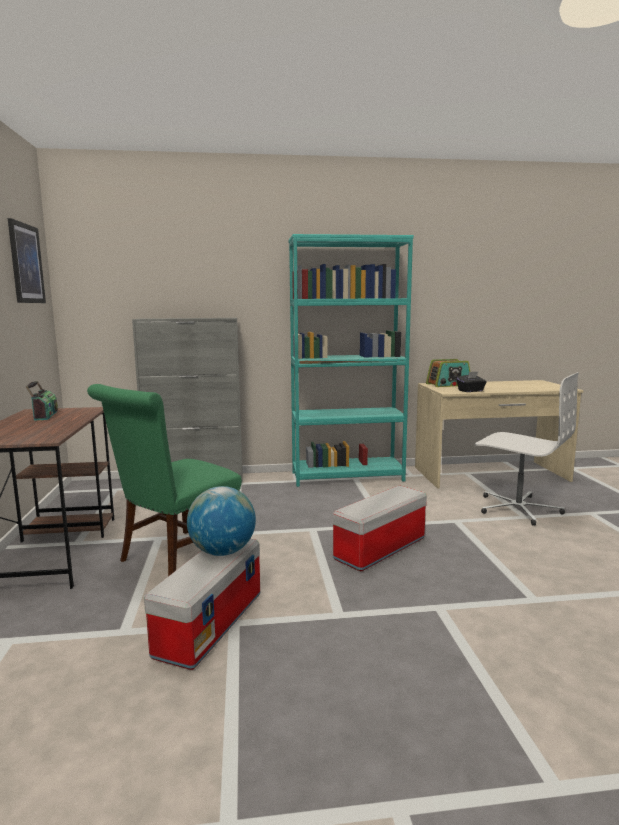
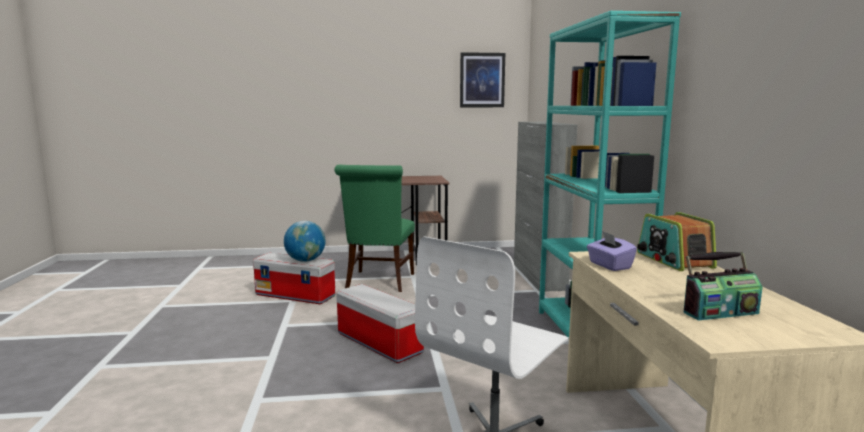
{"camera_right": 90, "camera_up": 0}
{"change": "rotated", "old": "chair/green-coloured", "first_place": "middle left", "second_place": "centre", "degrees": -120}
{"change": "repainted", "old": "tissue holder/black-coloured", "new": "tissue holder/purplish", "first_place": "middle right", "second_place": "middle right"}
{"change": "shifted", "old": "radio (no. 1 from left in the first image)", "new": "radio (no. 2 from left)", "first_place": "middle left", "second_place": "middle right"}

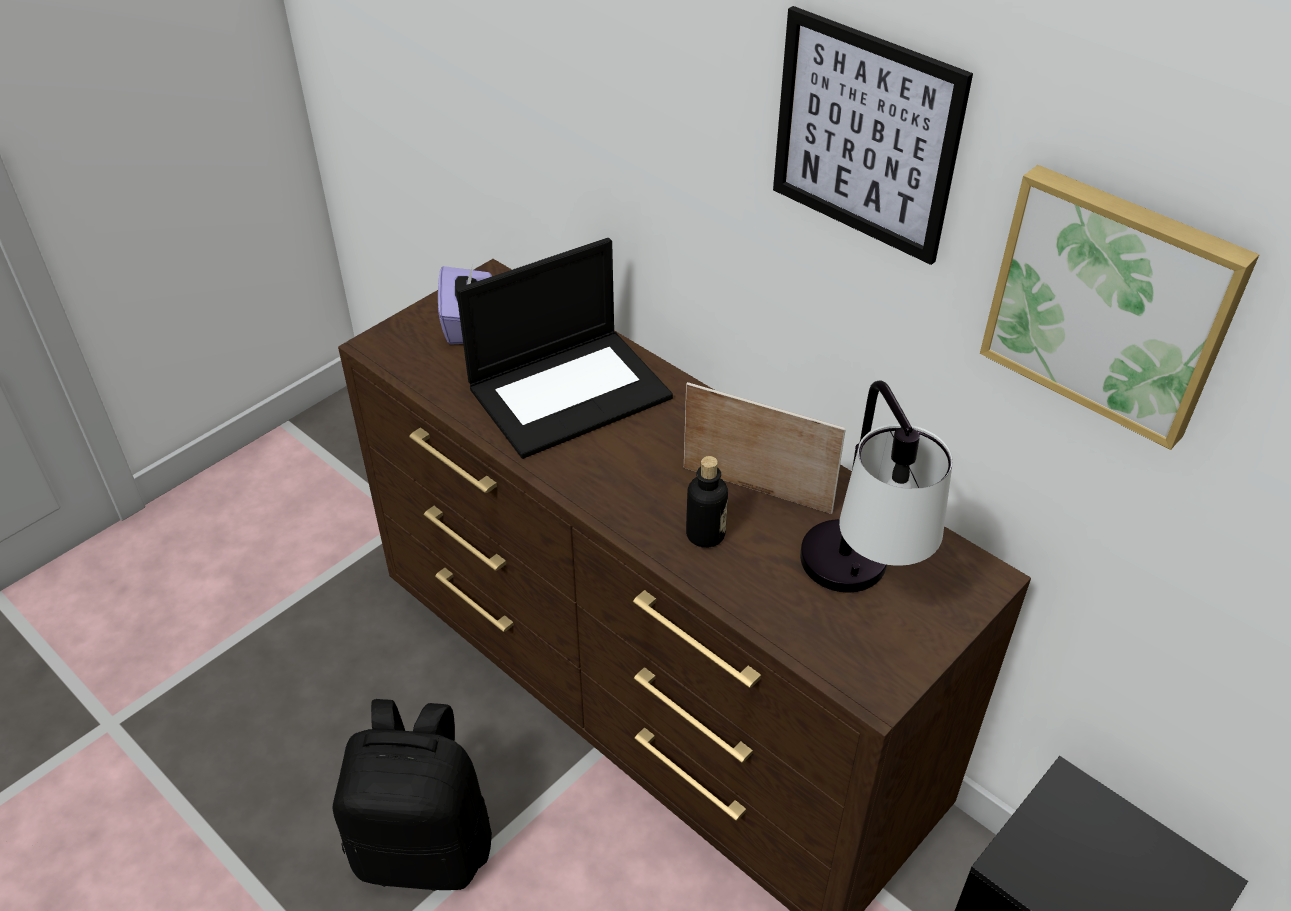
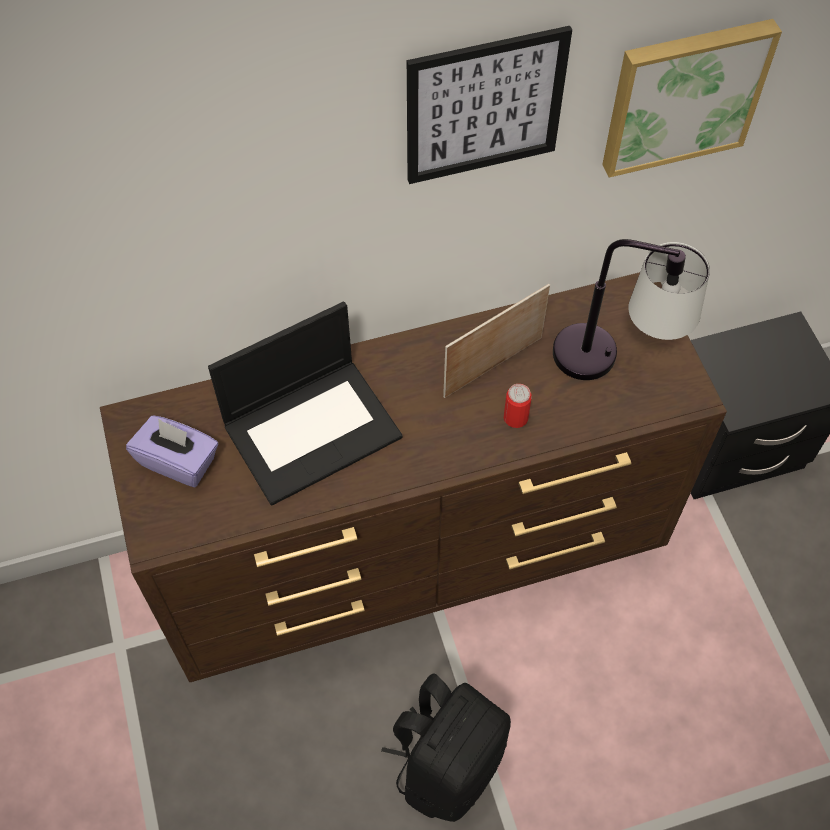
{"camera_right": -60, "camera_up": 15}
{"change": "rotated", "old": "notebook computer", "first_place": "centre", "second_place": "centre", "degrees": 60}
{"change": "swapped", "old": "beverage bottle", "new": "can", "first_place": "centre", "second_place": "centre"}

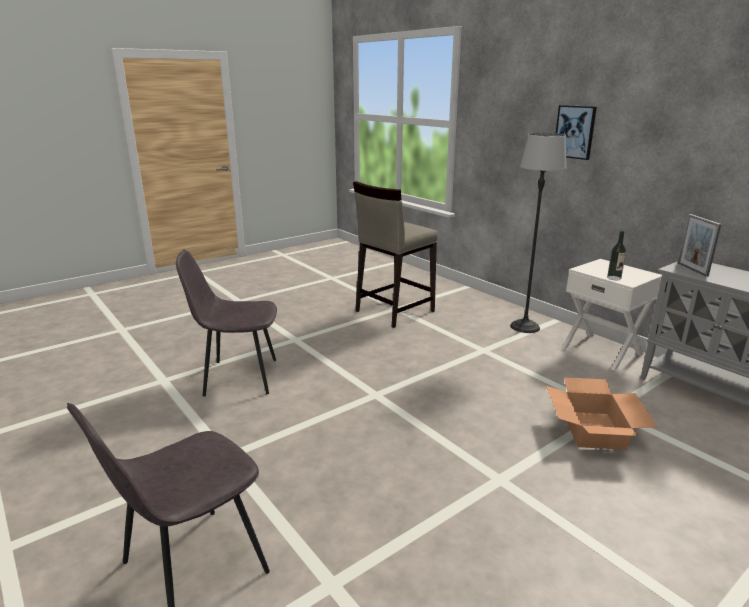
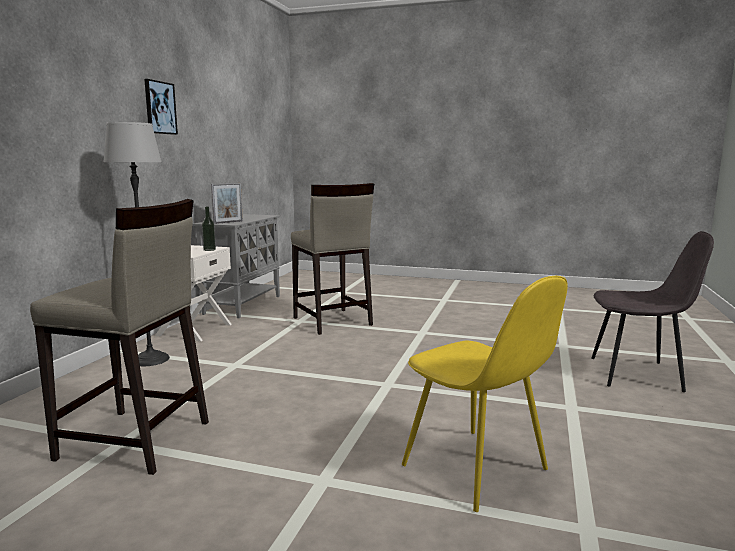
{"camera_right": -125, "camera_up": -10}
{"change": "shifted", "old": "wall picture", "first_place": "top right", "second_place": "top left"}
{"change": "swapped", "old": "cardboard box", "new": "stool/beige (no. 2 from left)", "first_place": "bottom right", "second_place": "centre"}
{"change": "repainted", "old": "chair/gray (no. 2 from left)", "new": "chair/yellow-coloured", "first_place": "middle left", "second_place": "bottom centre"}

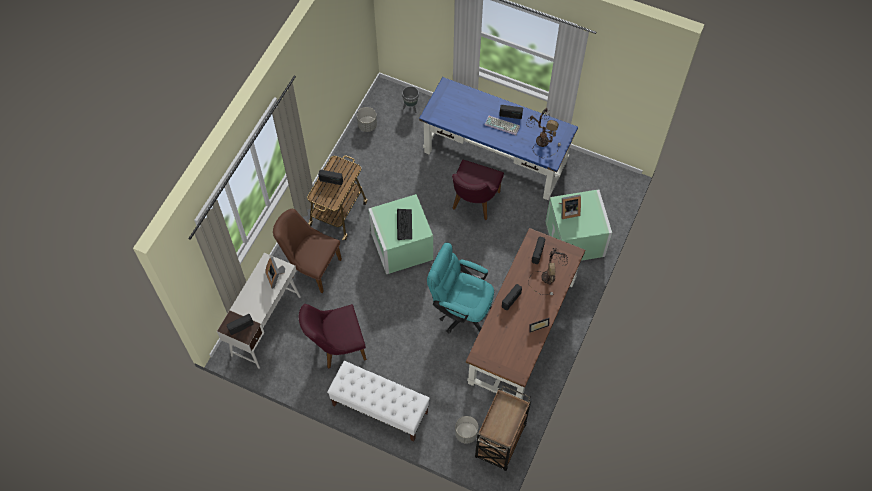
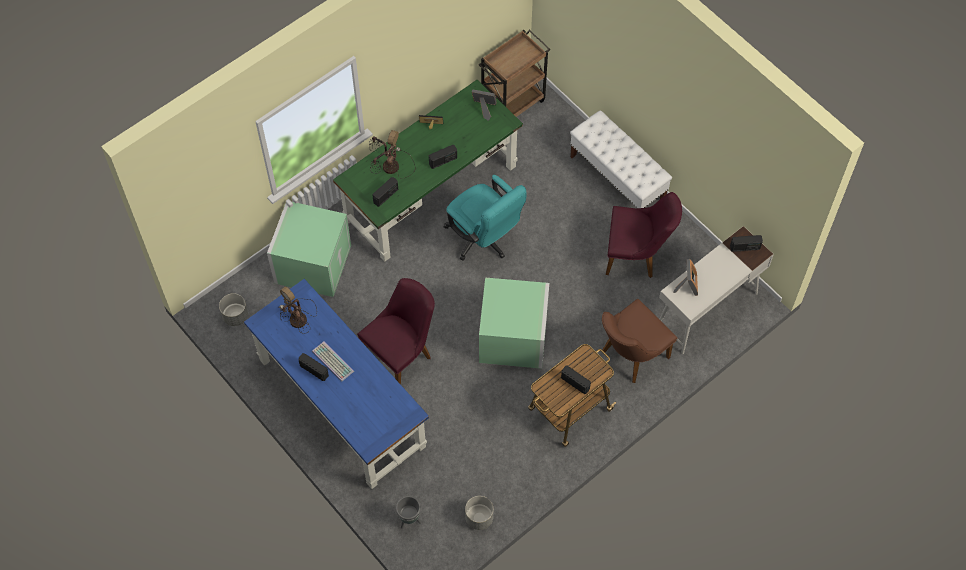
{"camera_right": -155, "camera_up": 0}
{"change": "shifted", "old": "planter/gray (no. 3 from left in the first image)", "new": "planter/gray (no. 1 from left)", "first_place": "bottom centre", "second_place": "middle left"}
{"change": "repainted", "old": "desk unit/brown", "new": "desk unit/green-coloured", "first_place": "centre", "second_place": "top centre"}
{"change": "shifted", "old": "standing frame (no. 3 from left in the first image)", "new": "standing frame (no. 2 from left)", "first_place": "centre", "second_place": "top centre"}
{"change": "rotated", "old": "chair/brown", "first_place": "centre", "second_place": "centre", "degrees": 90}
{"change": "gone", "old": "PC keyboard (no. 1 from left)", "first_place": "centre"}

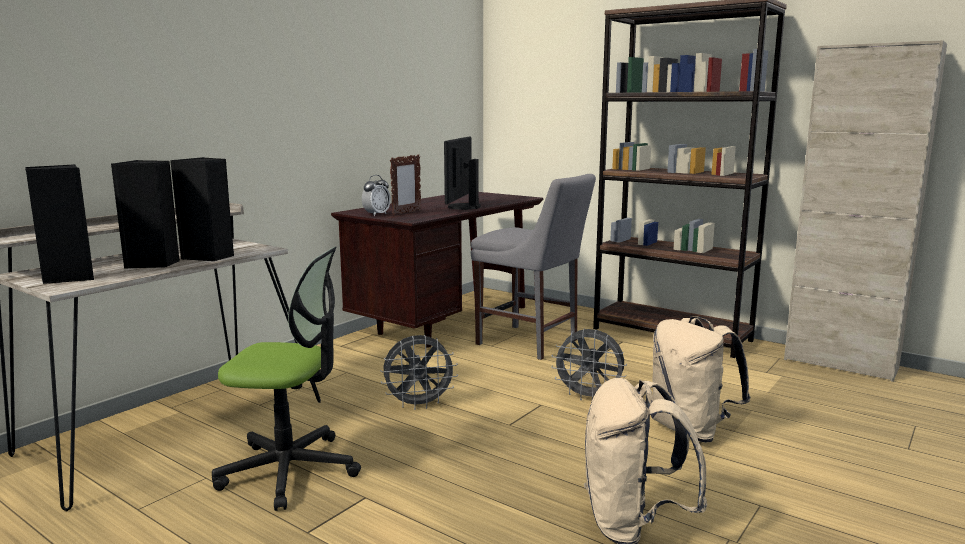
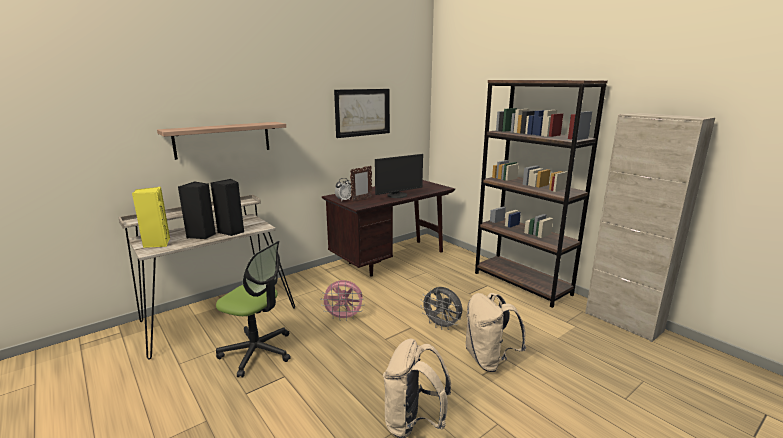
{"camera_right": 15, "camera_up": 5}
{"change": "repainted", "old": "audio speaker/black-coloured (no. 1 from left)", "new": "audio speaker/yellow-coloured", "first_place": "middle left", "second_place": "middle left"}
{"change": "new", "new": "bracket shelf", "second_place": "top left"}
{"change": "repainted", "old": "fan/gray (no. 1 from left)", "new": "fan/pinkish", "first_place": "bottom centre", "second_place": "bottom centre"}
{"change": "new", "new": "wall picture", "second_place": "top centre"}
{"change": "rotated", "old": "computer display", "first_place": "top centre", "second_place": "centre", "degrees": -150}
{"change": "gone", "old": "chair/gray", "first_place": "centre"}

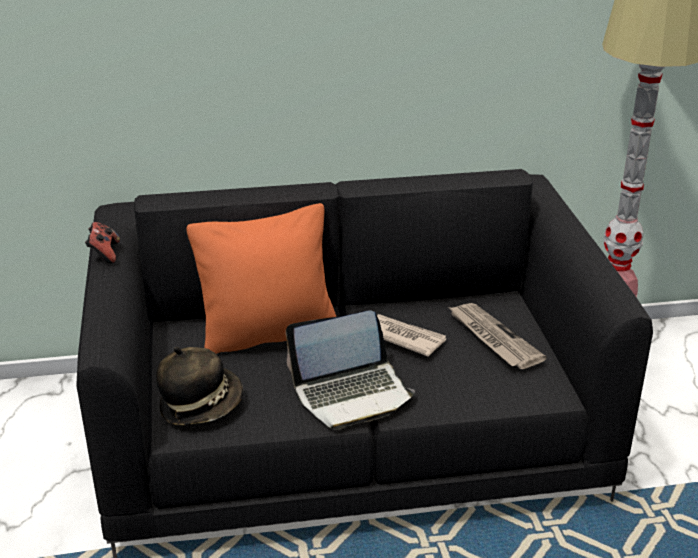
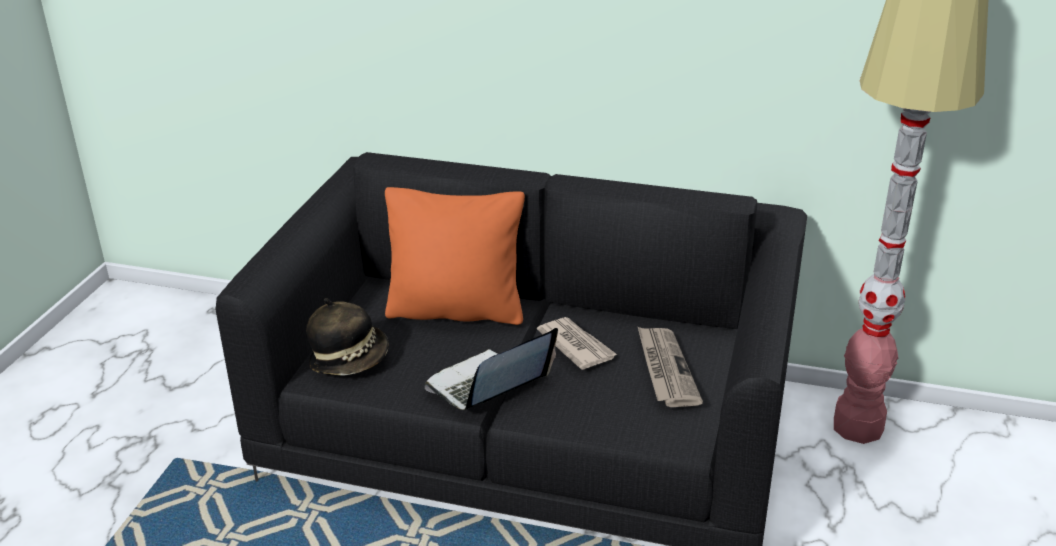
{"camera_right": 25, "camera_up": 0}
{"change": "rotated", "old": "notebook computer", "first_place": "centre", "second_place": "bottom centre", "degrees": 135}
{"change": "gone", "old": "game controller", "first_place": "middle left"}

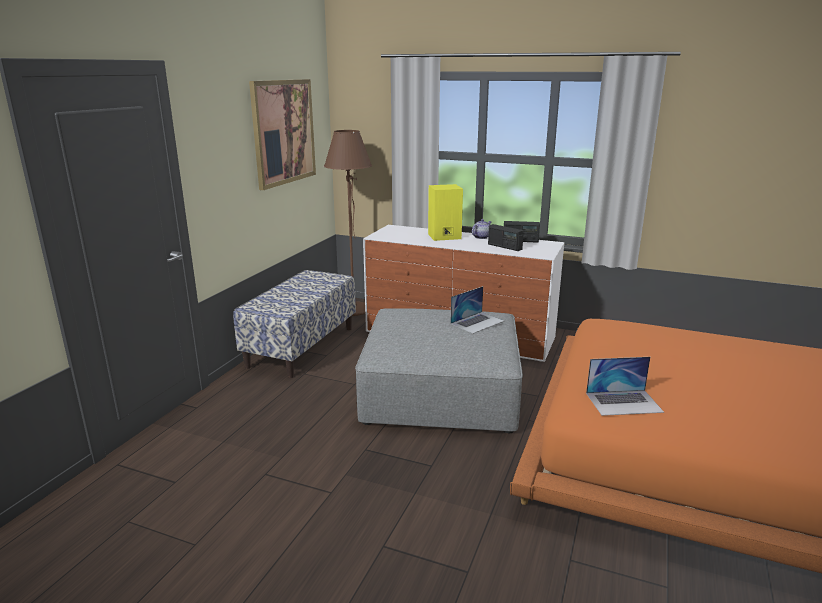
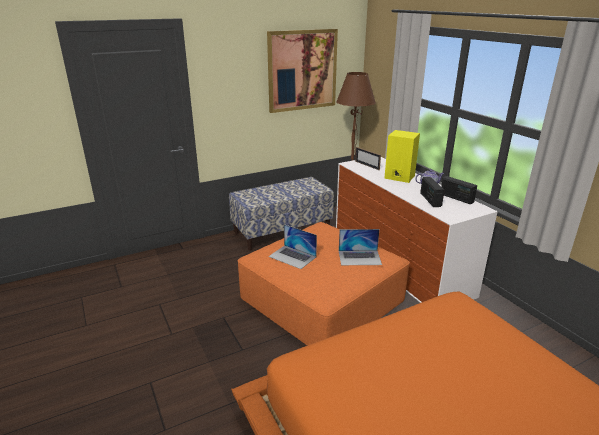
{"camera_right": 40, "camera_up": 5}
{"change": "repainted", "old": "footrest/gray", "new": "footrest/orangey", "first_place": "centre", "second_place": "centre"}
{"change": "shifted", "old": "notebook computer (no. 2 from left in the first image)", "new": "notebook computer (no. 1 from left)", "first_place": "middle right", "second_place": "centre"}
{"change": "new", "new": "standing frame", "second_place": "centre"}

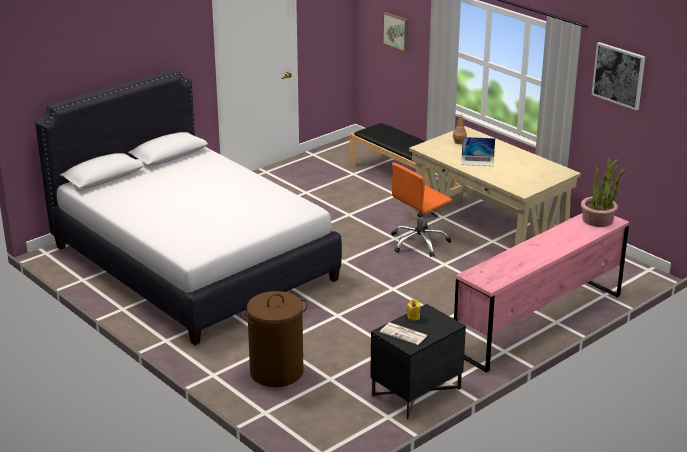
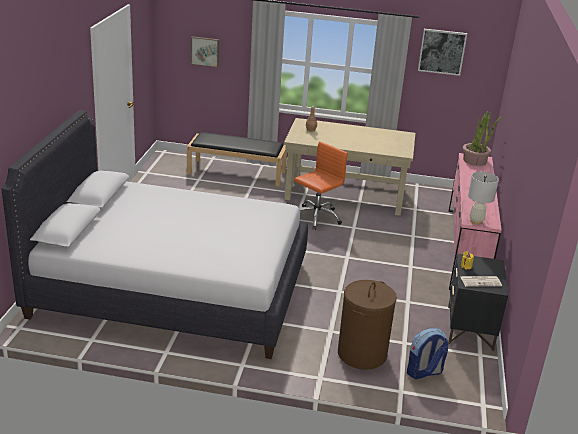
{"camera_right": -40, "camera_up": 0}
{"change": "rotated", "old": "office chair/orangey", "first_place": "centre", "second_place": "centre", "degrees": -150}
{"change": "new", "new": "backpack", "second_place": "bottom right"}
{"change": "new", "new": "tabletop lamp/white", "second_place": "middle right"}
{"change": "gone", "old": "notebook computer", "first_place": "middle right"}

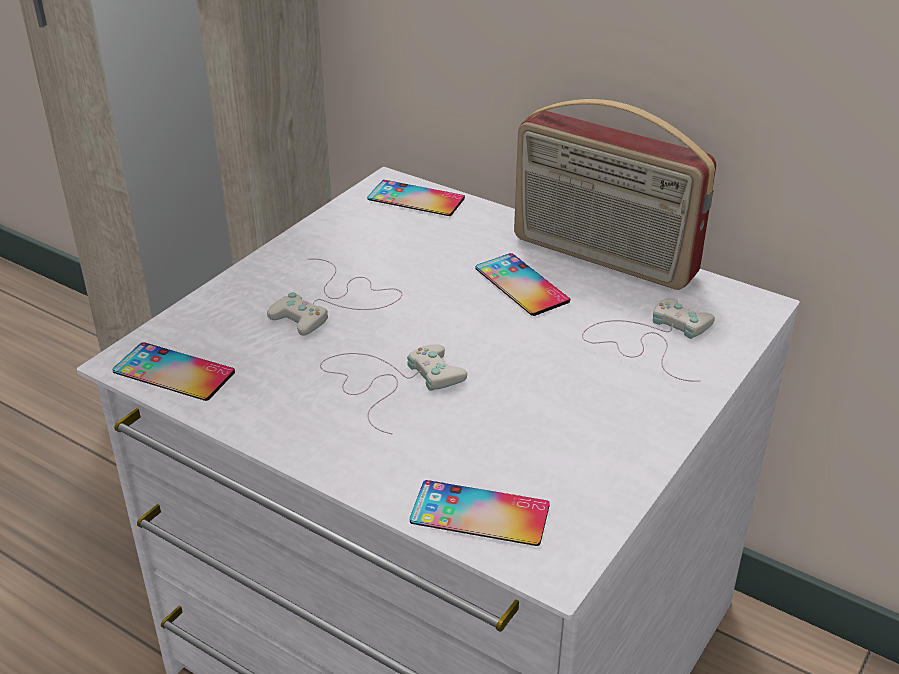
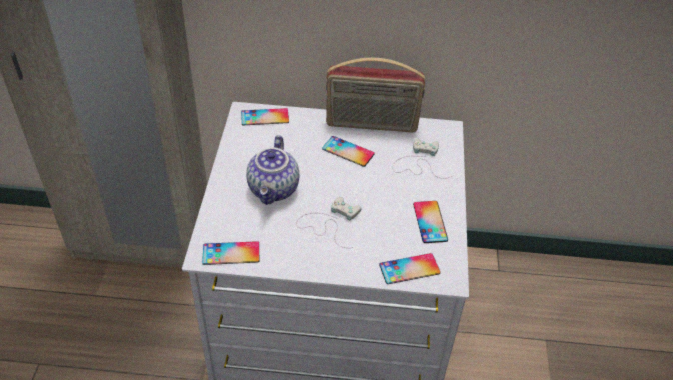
{"camera_right": -30, "camera_up": 10}
{"change": "swapped", "old": "game controller/white (no. 1 from left)", "new": "teapot", "first_place": "centre", "second_place": "centre"}
{"change": "new", "new": "phone (no. 5 from left)", "second_place": "centre"}

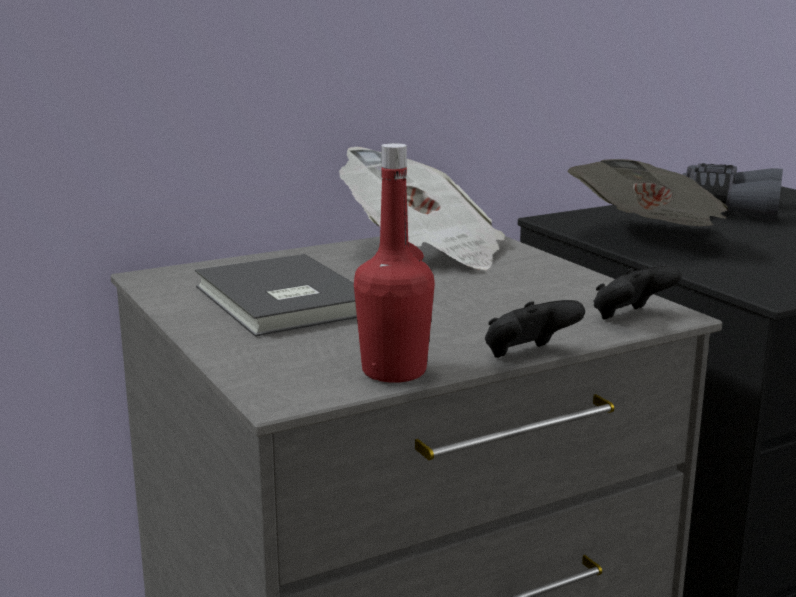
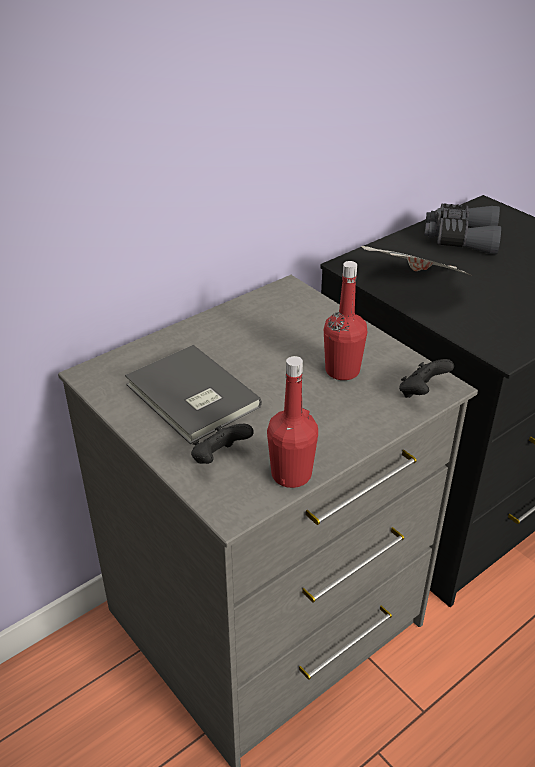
{"camera_right": -10, "camera_up": 20}
{"change": "shifted", "old": "game controller/black-coloured (no. 1 from left)", "first_place": "middle right", "second_place": "centre"}
{"change": "new", "new": "beverage bottle/red-coloured (no. 2 from left)", "second_place": "centre"}
{"change": "gone", "old": "newspaper (no. 1 from left)", "first_place": "centre"}

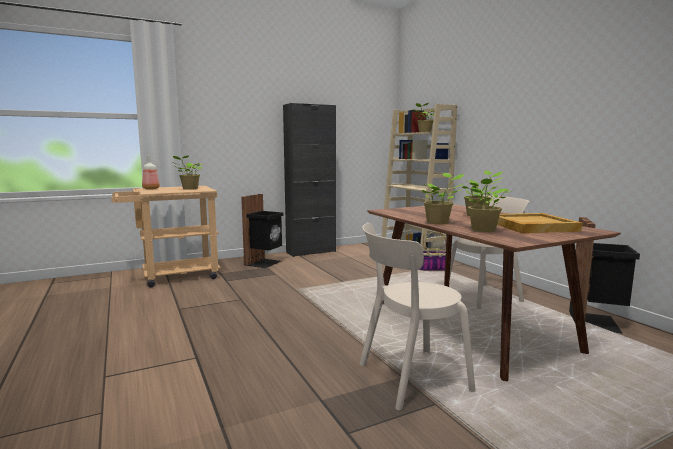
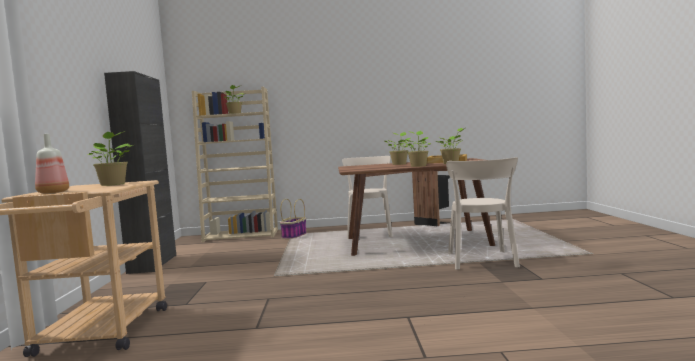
{"camera_right": -65, "camera_up": -5}
{"change": "gone", "old": "waste bin/black-coloured (no. 1 from left)", "first_place": "centre"}

